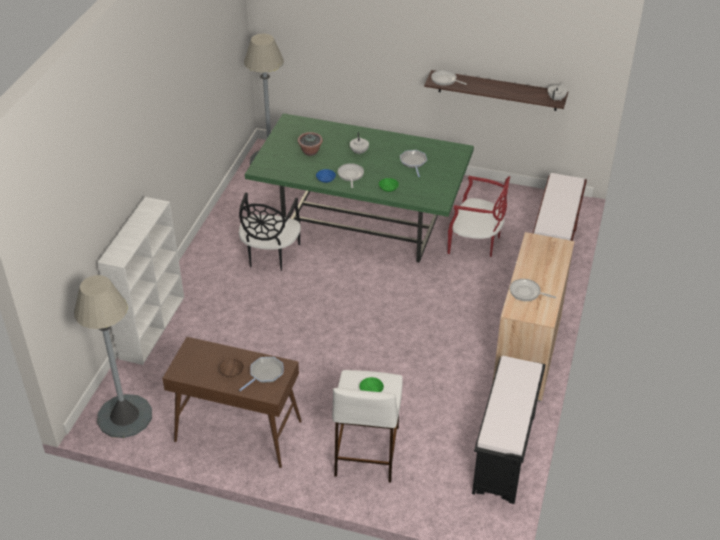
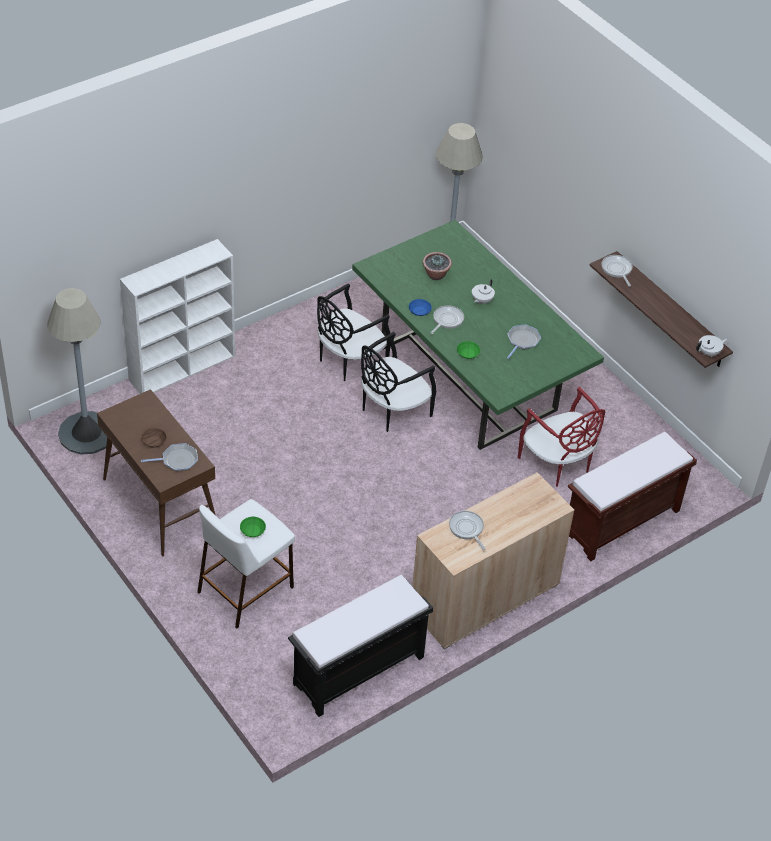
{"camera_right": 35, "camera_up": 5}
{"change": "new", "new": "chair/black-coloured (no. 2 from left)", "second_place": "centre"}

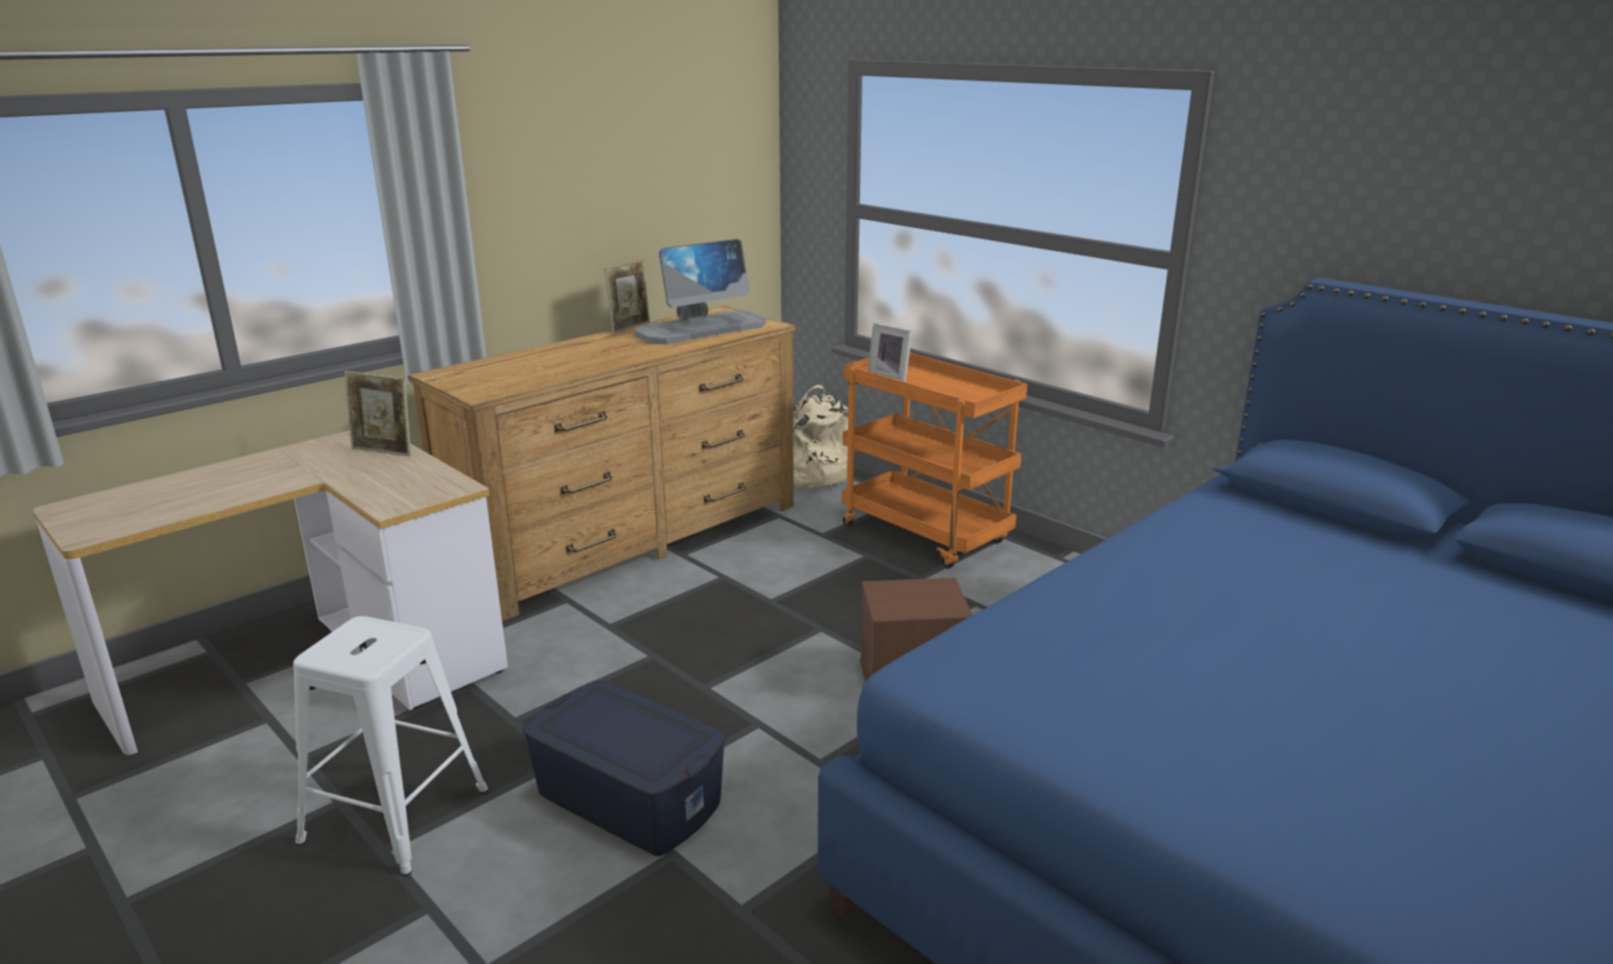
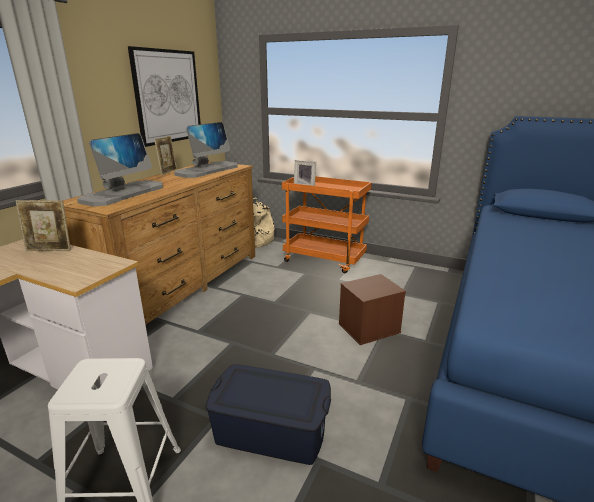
{"camera_right": -20, "camera_up": 0}
{"change": "new", "new": "computer display (no. 1 from left)", "second_place": "middle left"}
{"change": "new", "new": "wall picture", "second_place": "top left"}

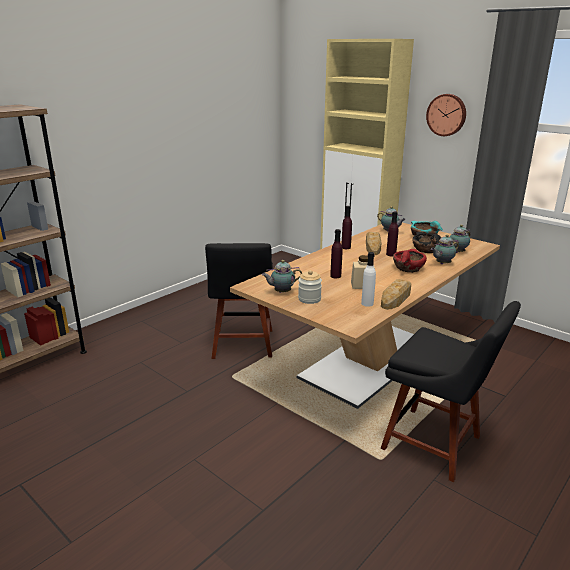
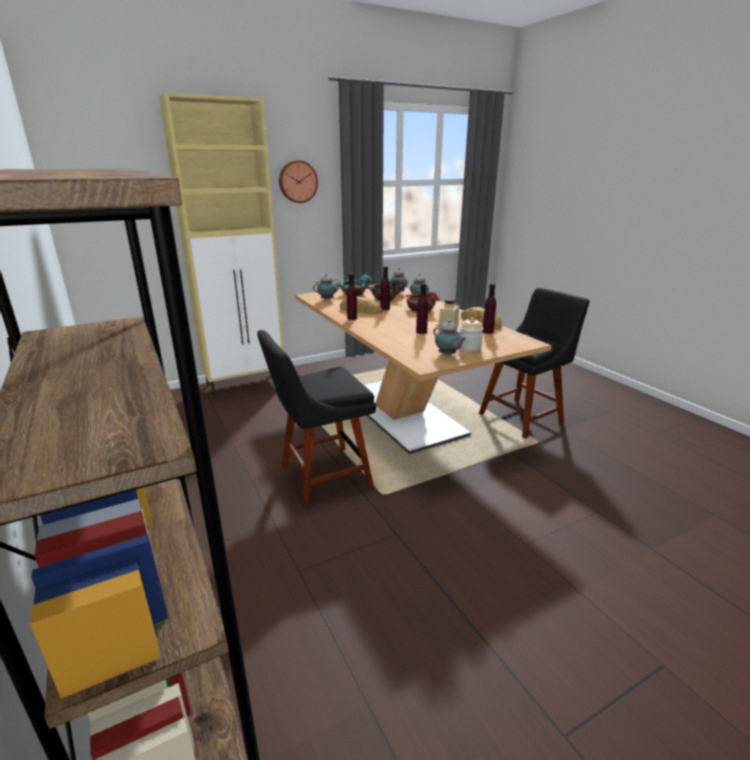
{"camera_right": -70, "camera_up": 0}
{"change": "rotated", "old": "chair/black-coloured (no. 1 from left)", "first_place": "centre", "second_place": "centre", "degrees": 135}
{"change": "rotated", "old": "teapot (no. 1 from left in the first image)", "first_place": "centre", "second_place": "centre", "degrees": -45}
{"change": "repainted", "old": "beverage bottle/white", "new": "beverage bottle/purplish (no. 4 from left)", "first_place": "centre", "second_place": "centre"}

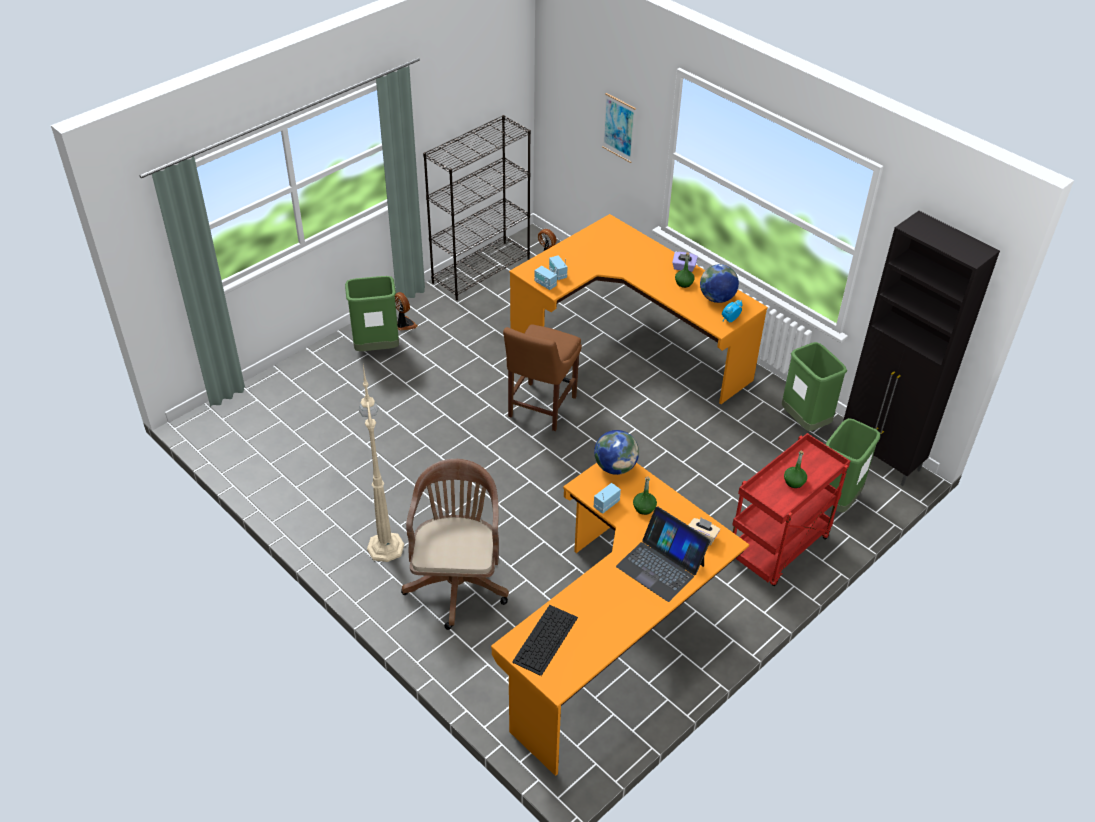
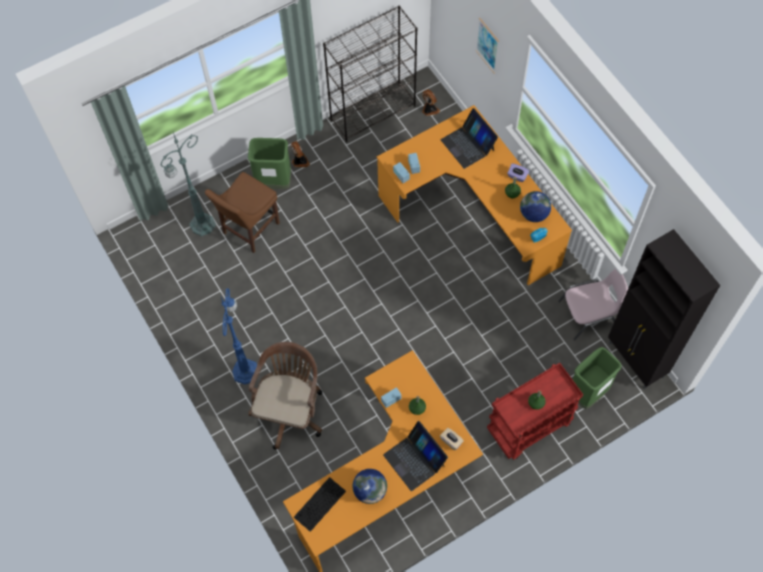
{"camera_right": 15, "camera_up": 20}
{"change": "new", "new": "standard lamp/green-coloured", "second_place": "top left"}
{"change": "shifted", "old": "chair/brown", "first_place": "centre", "second_place": "middle left"}
{"change": "repainted", "old": "standard lamp/beige", "new": "standard lamp/bluish", "first_place": "centre", "second_place": "middle left"}
{"change": "shifted", "old": "globe (no. 1 from left)", "first_place": "centre", "second_place": "bottom centre"}
{"change": "new", "new": "notebook computer (no. 2 from left)", "second_place": "top centre"}
{"change": "swapped", "old": "waste bin/green-coloured (no. 2 from left)", "new": "chair/pinkish", "first_place": "middle right", "second_place": "middle right"}

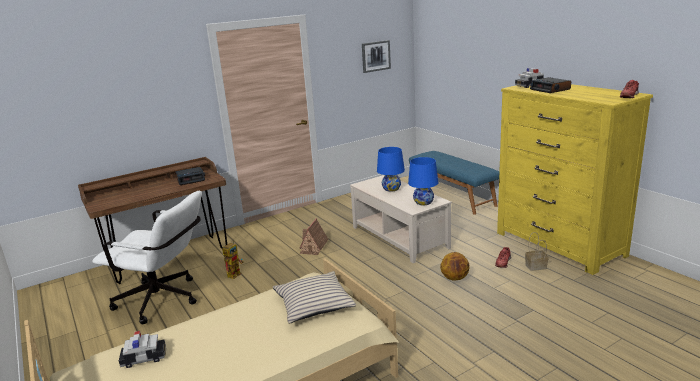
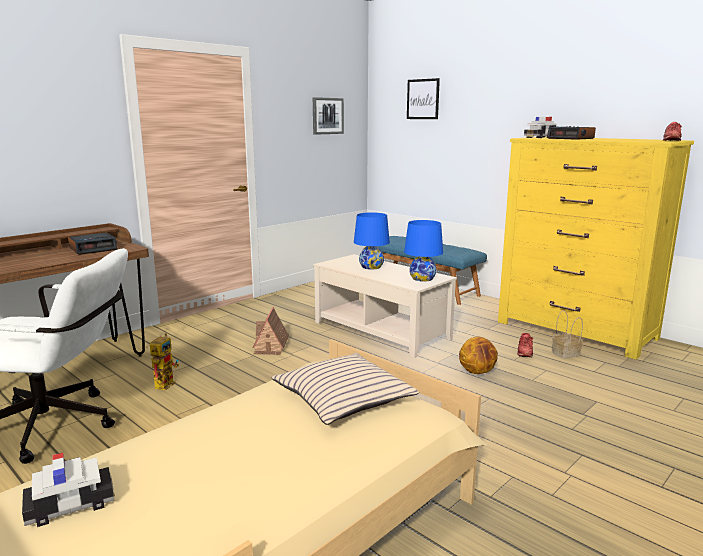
{"camera_right": -15, "camera_up": -5}
{"change": "new", "new": "wall picture (no. 2 from left)", "second_place": "top centre"}

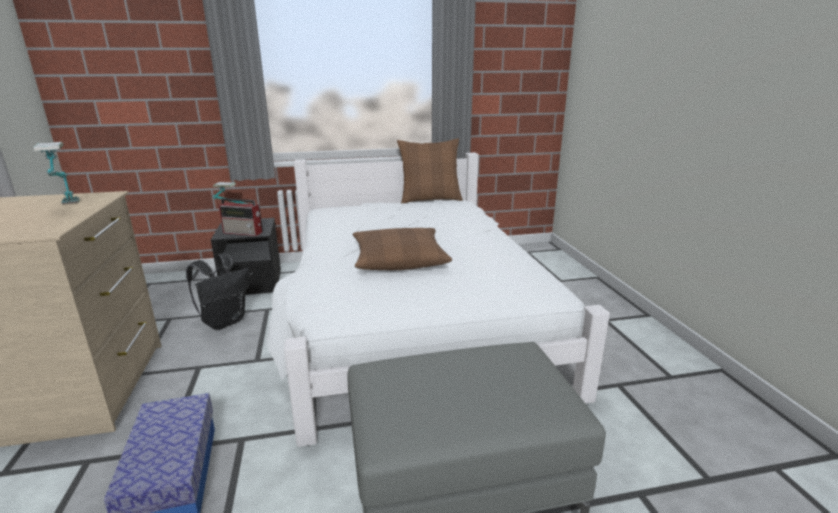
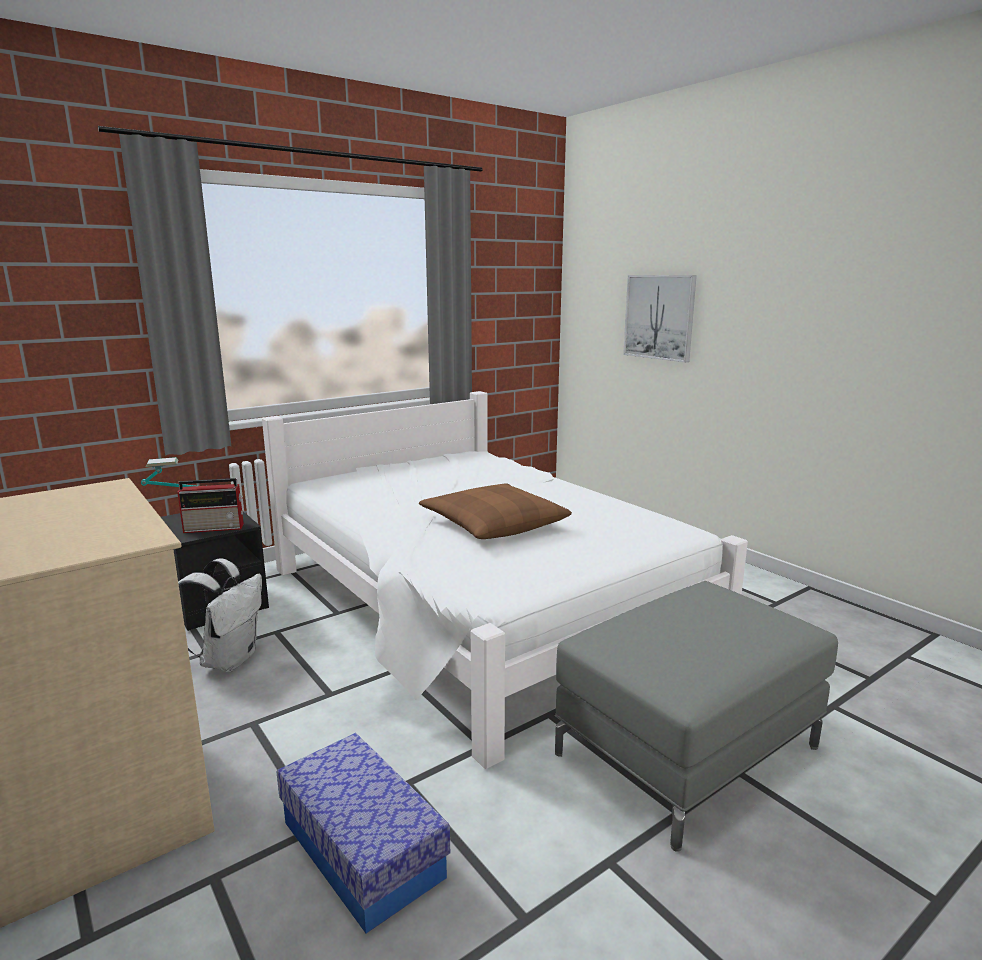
{"camera_right": -25, "camera_up": -5}
{"change": "repainted", "old": "backpack/black-coloured", "new": "backpack/white", "first_place": "middle left", "second_place": "middle left"}
{"change": "new", "new": "wall picture", "second_place": "top right"}
{"change": "gone", "old": "tabletop lamp (no. 1 from left)", "first_place": "middle left"}
{"change": "gone", "old": "throw pillow/brown (no. 2 from left)", "first_place": "centre"}

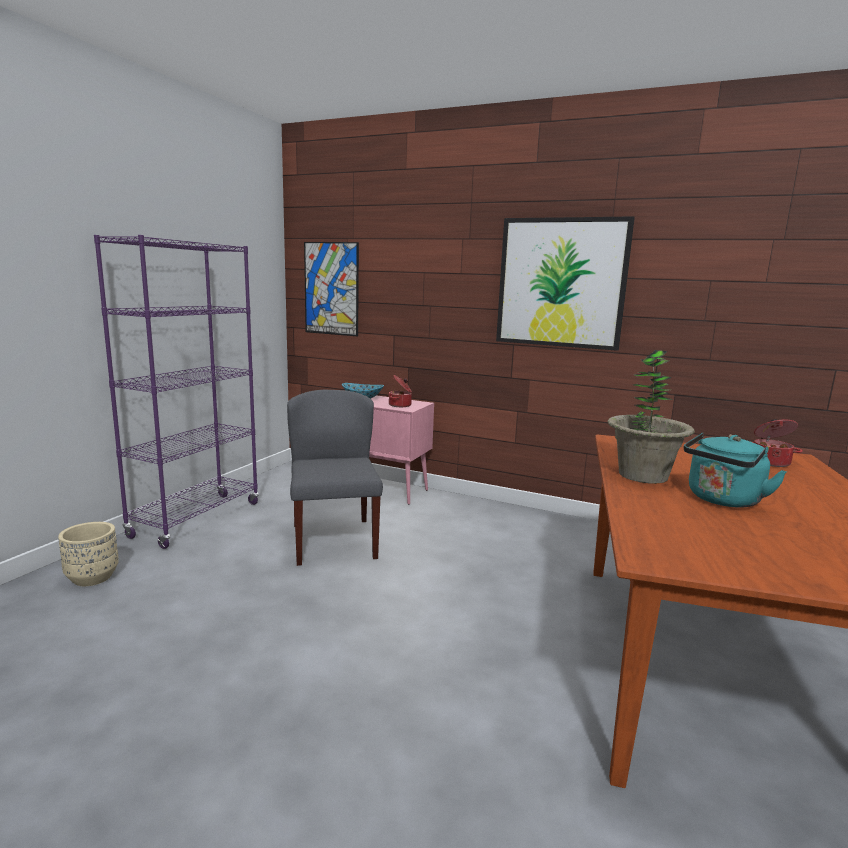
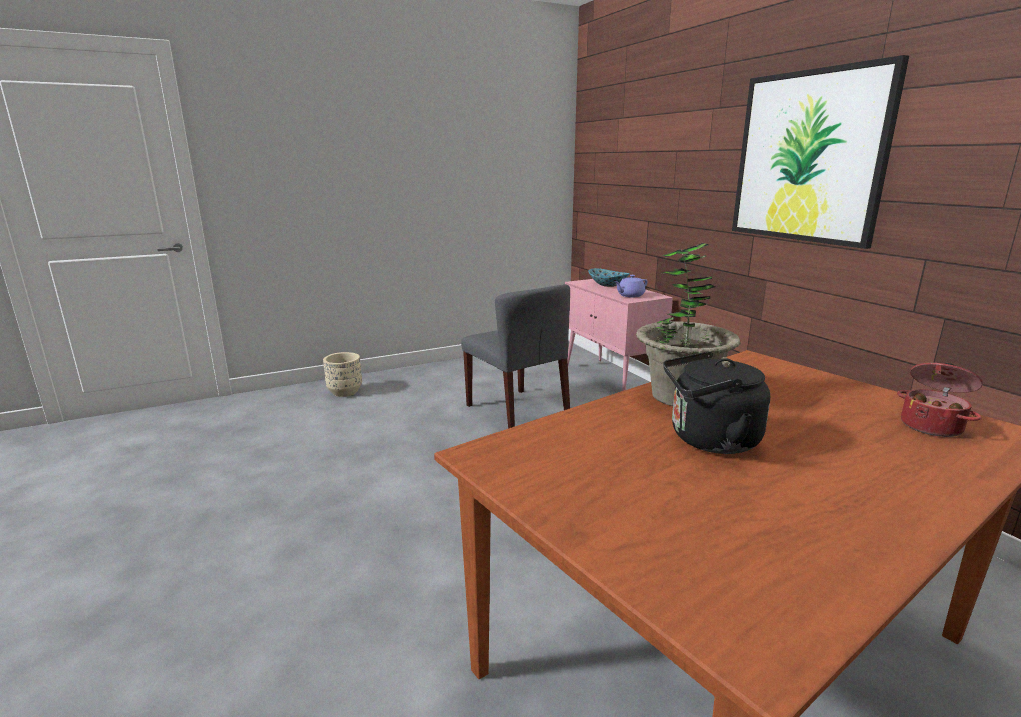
{"camera_right": 40, "camera_up": 5}
{"change": "rotated", "old": "chair/gray", "first_place": "centre", "second_place": "centre", "degrees": 120}
{"change": "swapped", "old": "cooking pot (no. 1 from left)", "new": "teapot/purplish", "first_place": "centre", "second_place": "centre"}
{"change": "repainted", "old": "water kettle/turquoise-coloured", "new": "water kettle/black-coloured", "first_place": "middle right", "second_place": "middle right"}
{"change": "gone", "old": "bookcase/purplish", "first_place": "middle left"}
{"change": "gone", "old": "wall picture (no. 1 from left)", "first_place": "centre"}

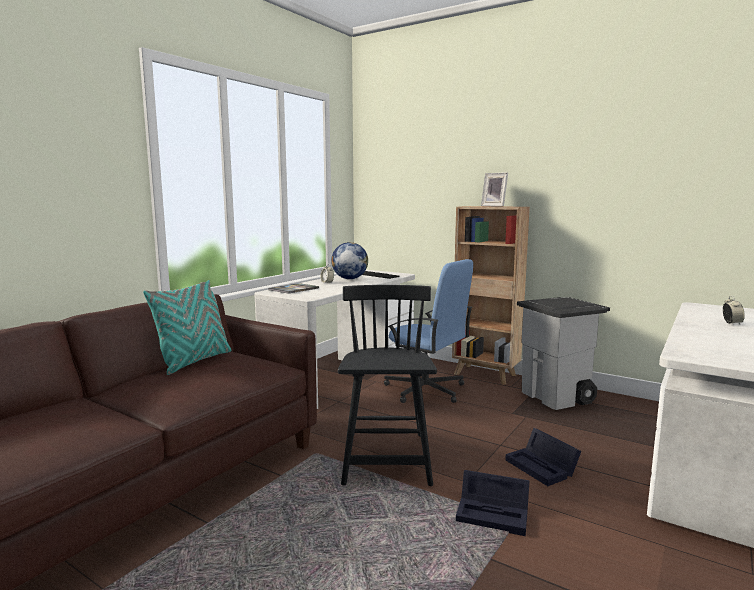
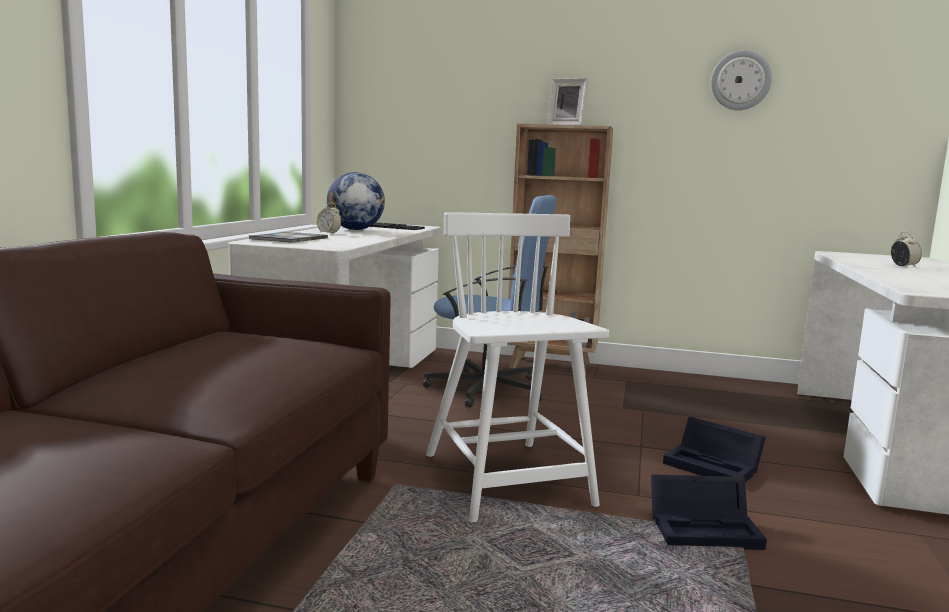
{"camera_right": -20, "camera_up": 0}
{"change": "repainted", "old": "chair/black-coloured", "new": "chair/white", "first_place": "centre", "second_place": "centre"}
{"change": "new", "new": "hanging clock", "second_place": "top right"}
{"change": "gone", "old": "throw pillow/turquoise-coloured", "first_place": "middle left"}
{"change": "gone", "old": "waste bin/gray", "first_place": "middle right"}

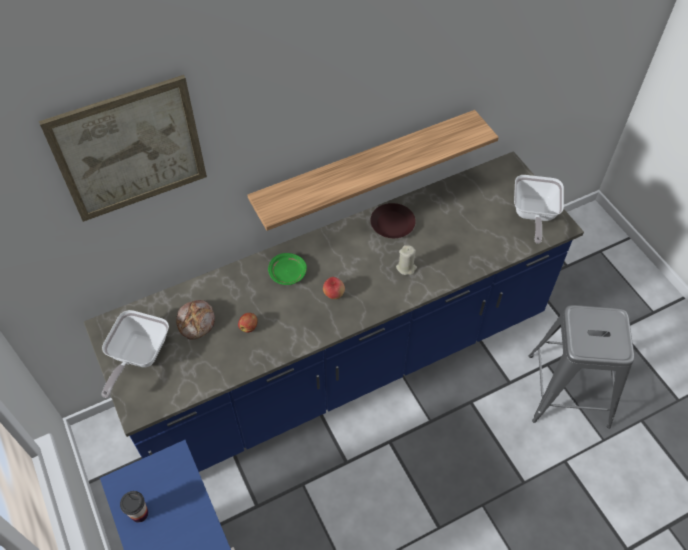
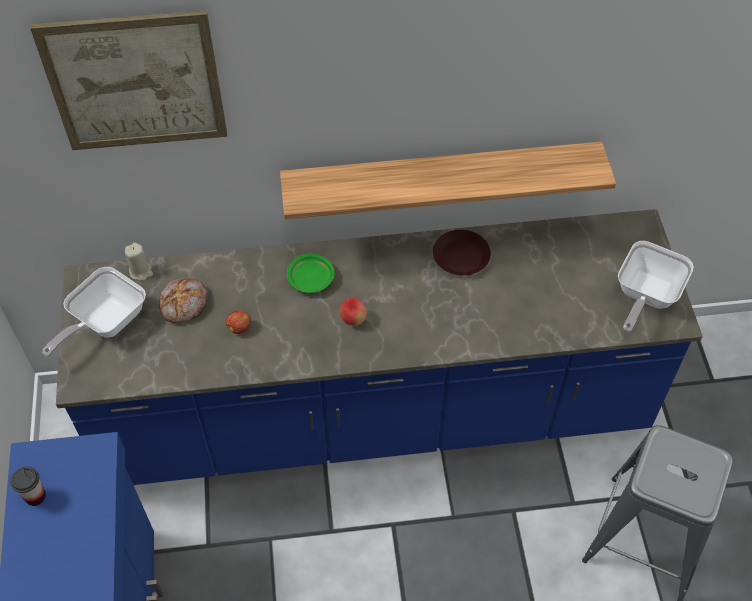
{"camera_right": 20, "camera_up": 0}
{"change": "shifted", "old": "wax light/beige", "first_place": "centre", "second_place": "middle left"}

